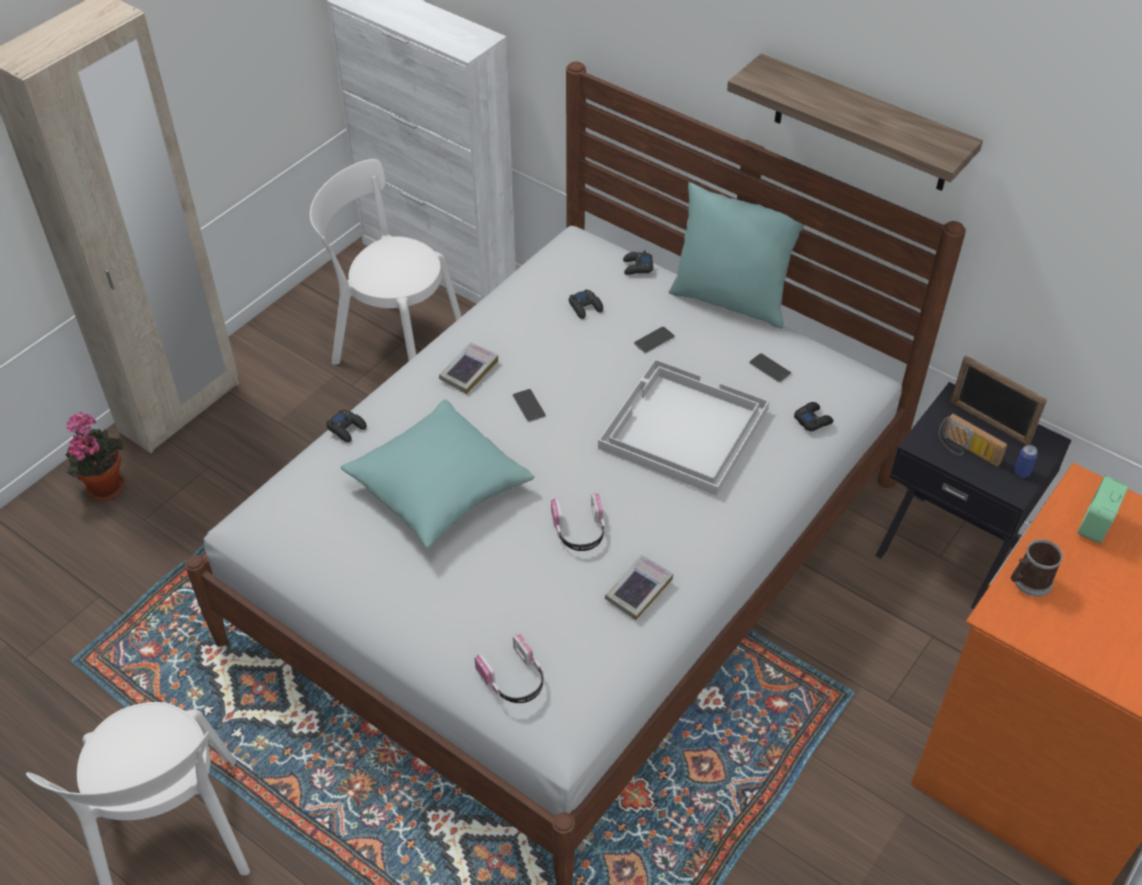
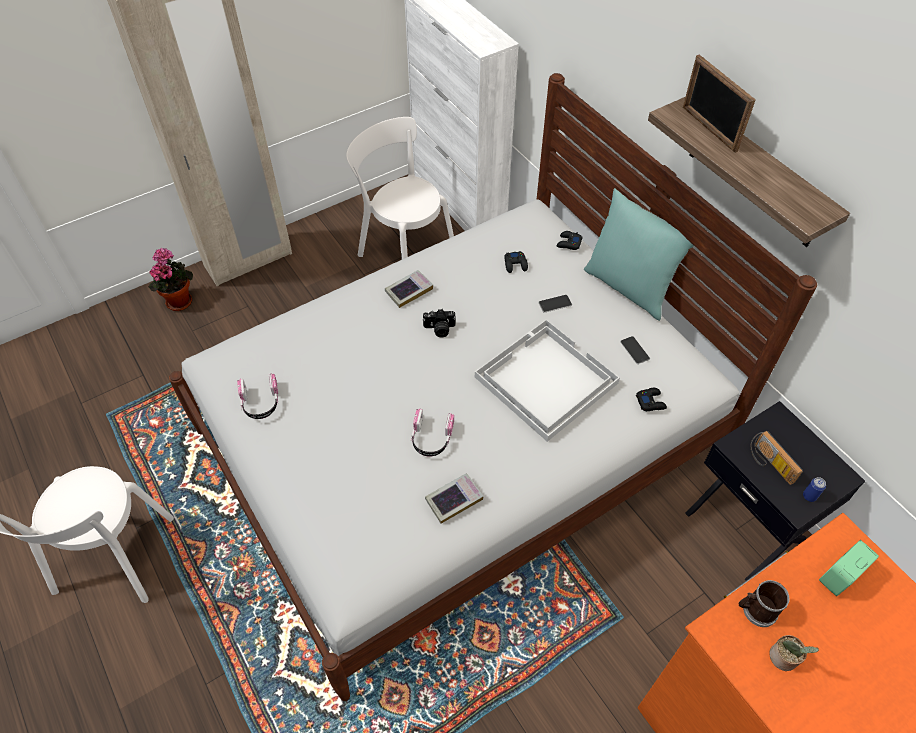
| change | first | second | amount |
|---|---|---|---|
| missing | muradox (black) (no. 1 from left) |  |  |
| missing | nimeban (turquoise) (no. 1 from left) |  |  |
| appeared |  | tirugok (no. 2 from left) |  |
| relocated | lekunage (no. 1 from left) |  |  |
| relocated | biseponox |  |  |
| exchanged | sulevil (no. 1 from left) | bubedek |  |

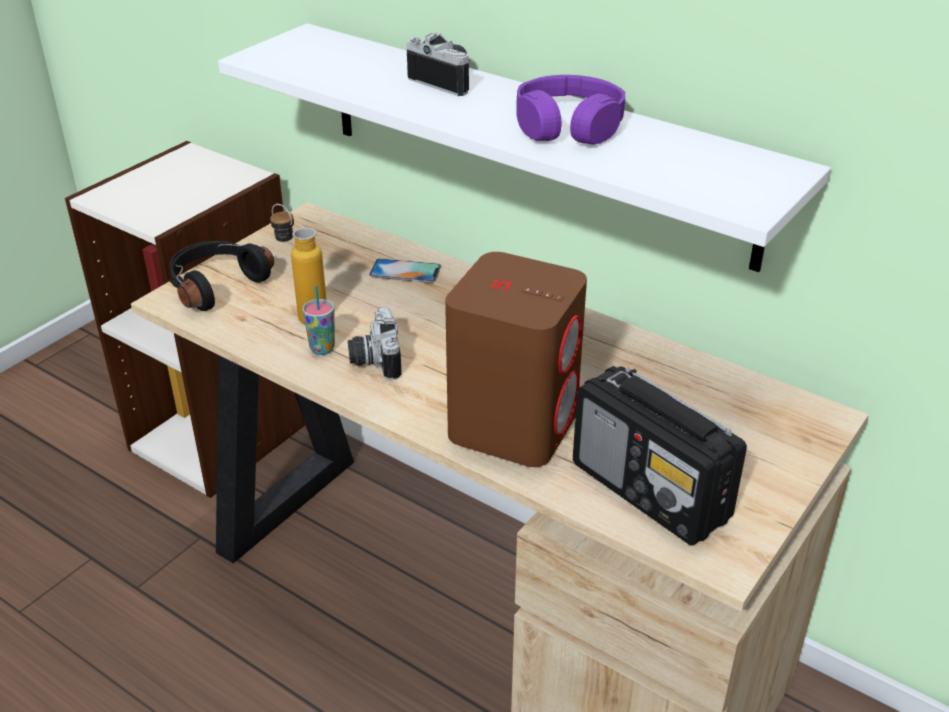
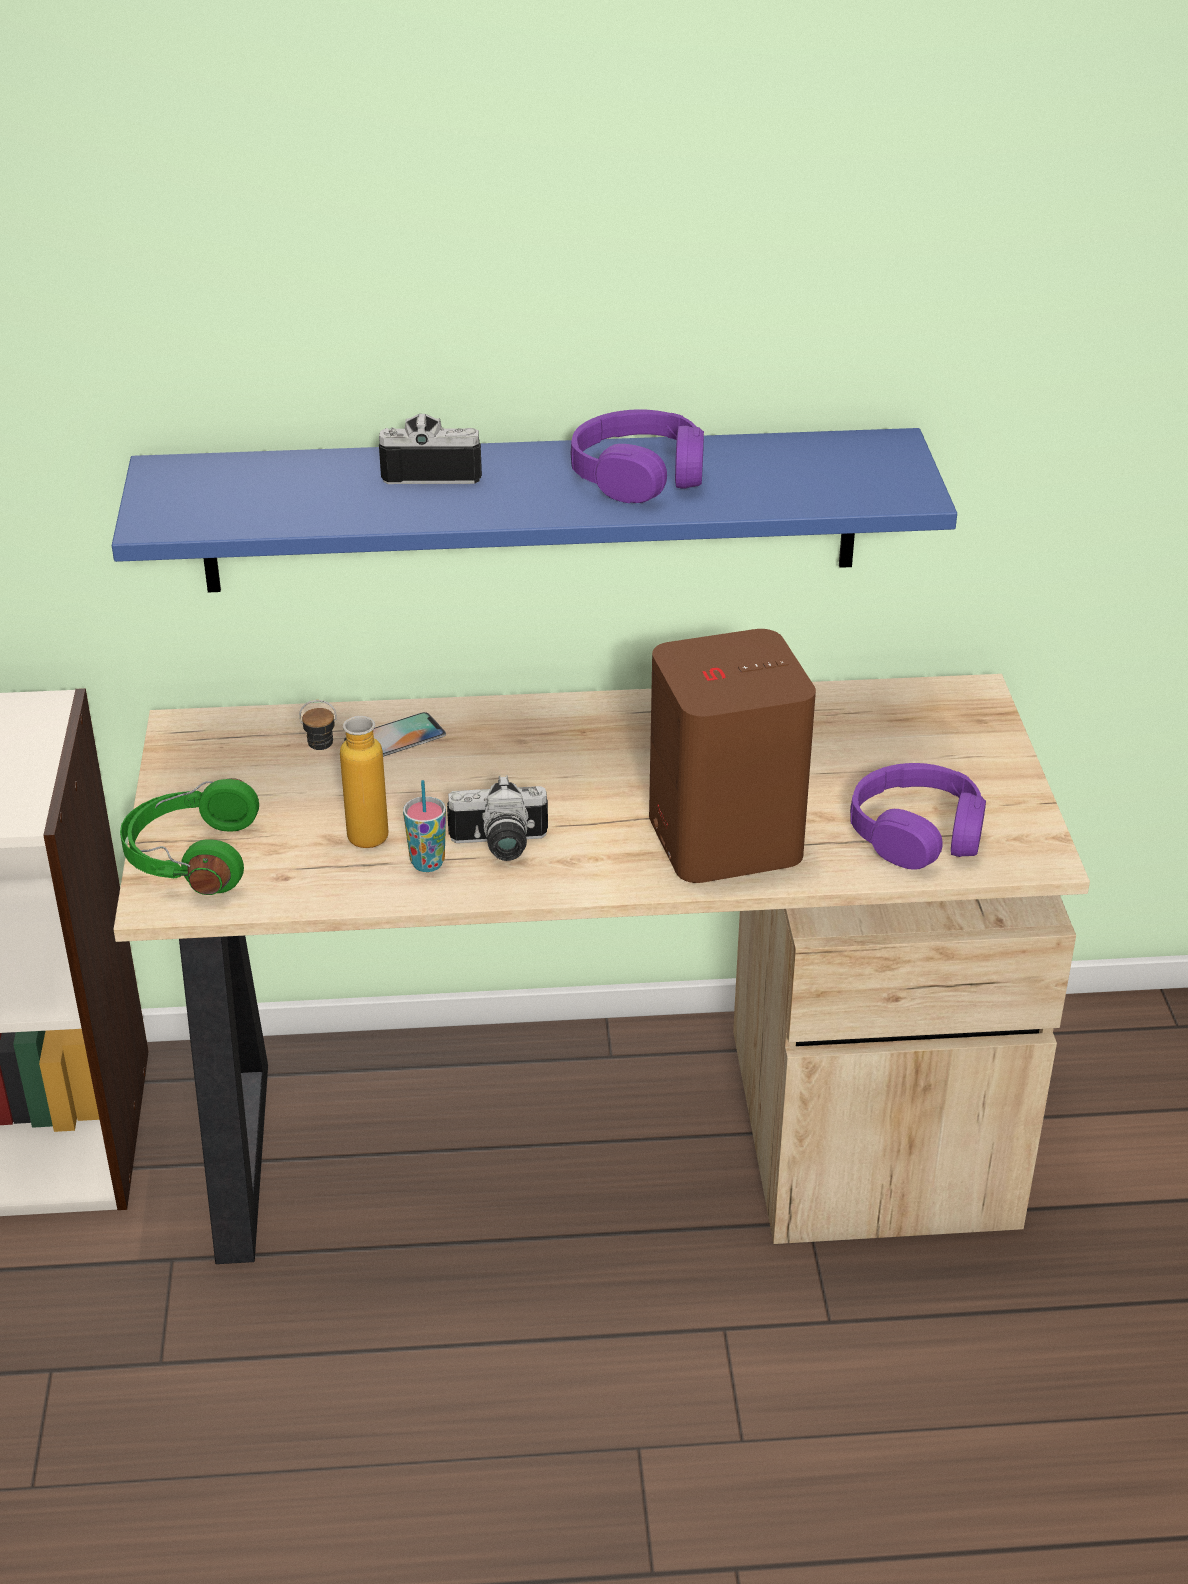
| change | first | second | amount |
|---|---|---|---|
| exchanged | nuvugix | lekunage (purple) (no. 2 from left) |  |
| colour | lekunage (black) | lekunage (green) |  |
| colour | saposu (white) | saposu (blue) |  |
| spun | bubedek (no. 1 from left in the first image) | bubedek (no. 2 from left) | 45 degrees counterclockwise |

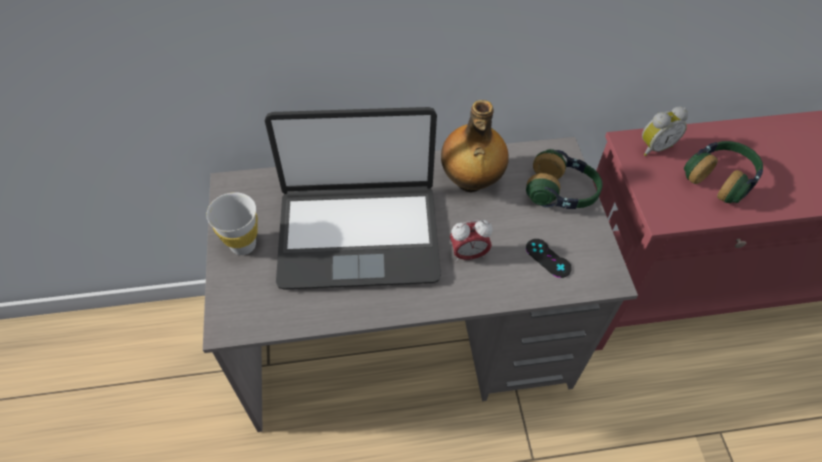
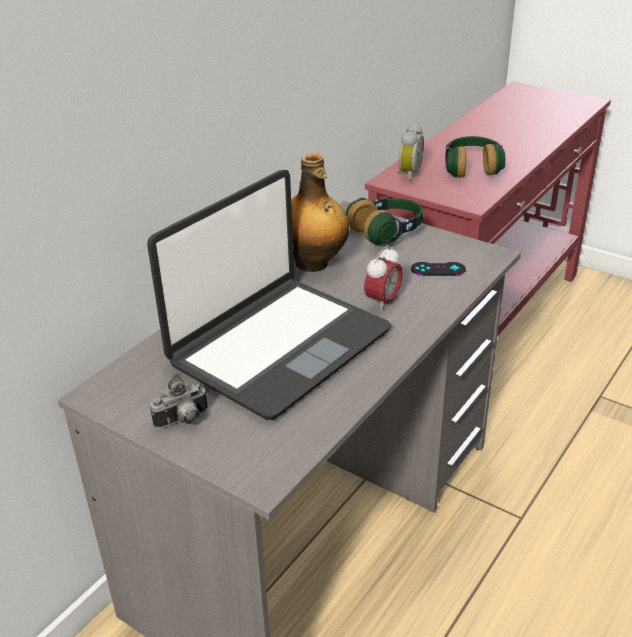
| change | first | second | amount |
|---|---|---|---|
| exchanged | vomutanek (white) | bubedek |  |

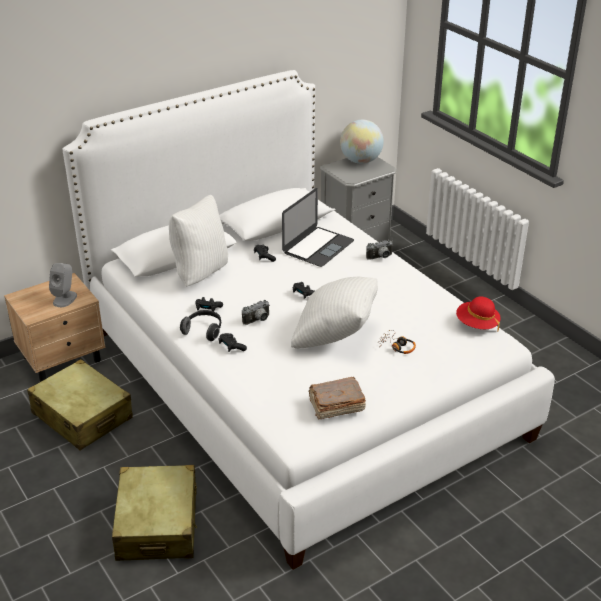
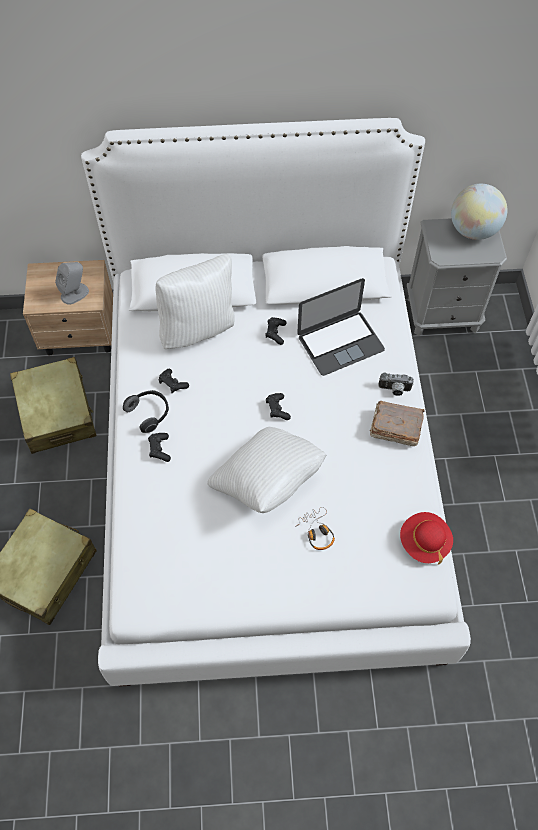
| change | first | second | amount |
|---|---|---|---|
| missing | bubedek (no. 1 from left) |  |  |
| relocated | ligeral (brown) |  |  |

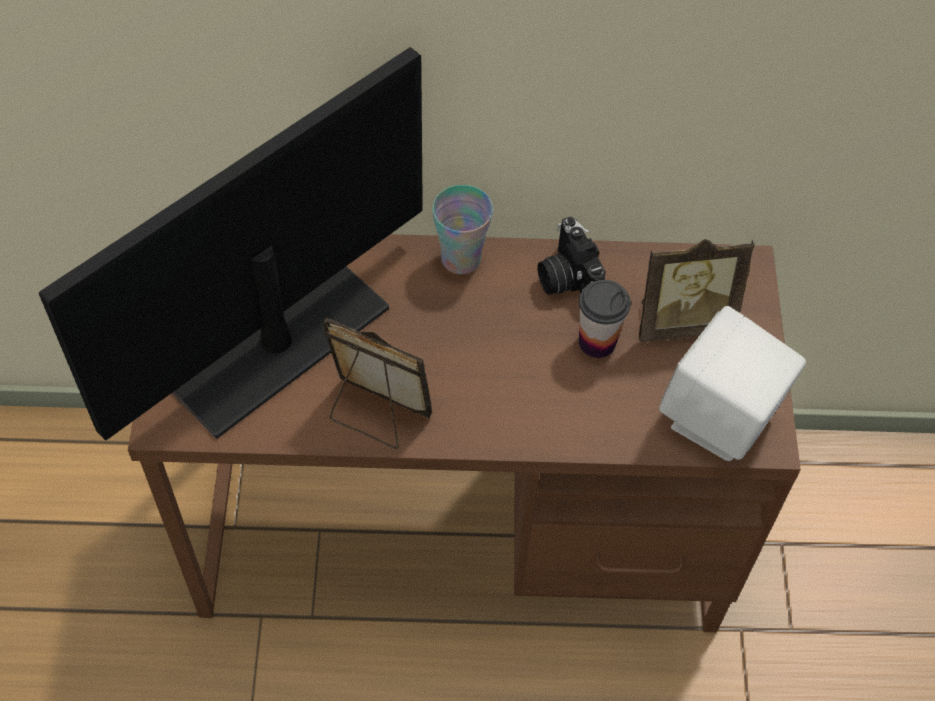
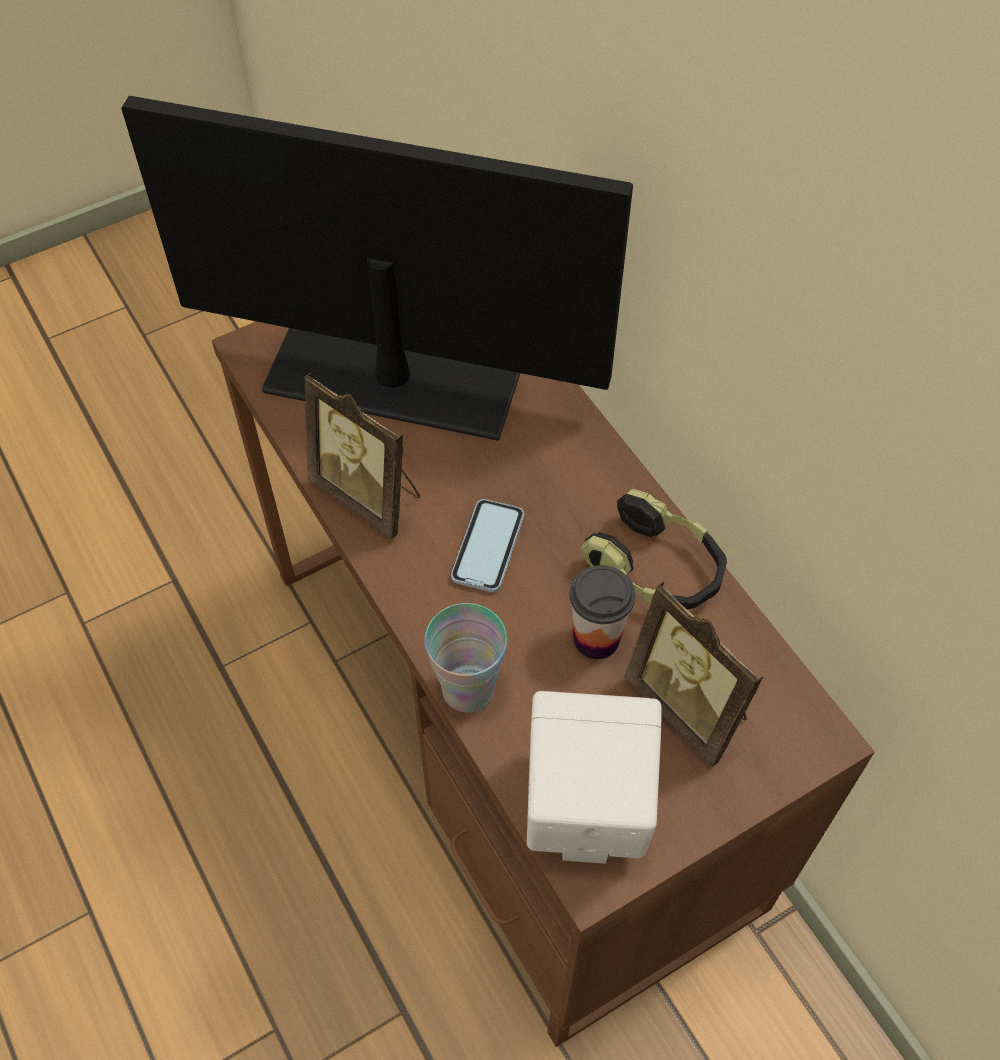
| change | first | second | amount |
|---|---|---|---|
| appeared |  | sulevil |  |
| relocated | vomutanek (no. 1 from left) |  |  |
| exchanged | bubedek | lekunage |  |
| spun | biseponox (no. 1 from left) |  | 135 degrees clockwise |

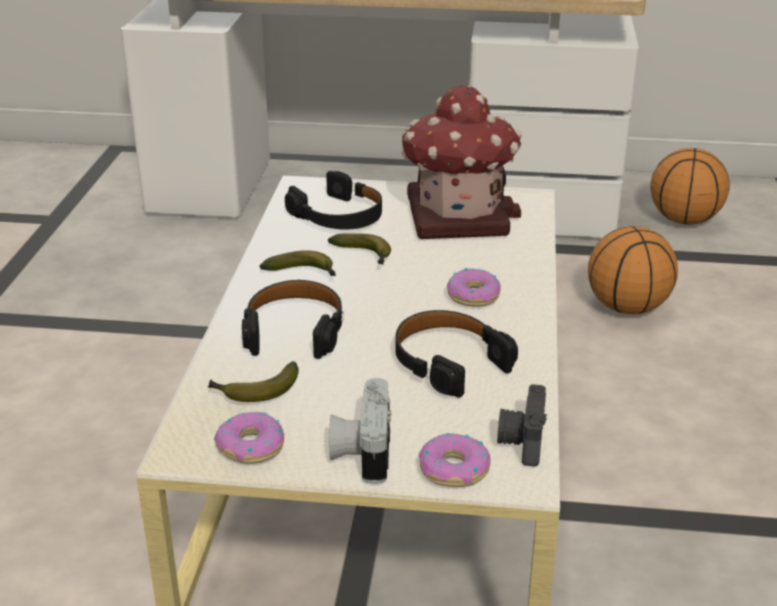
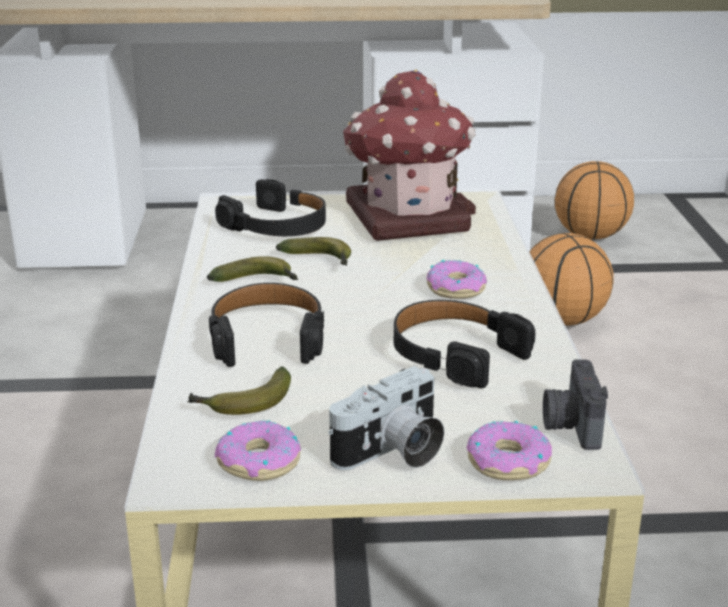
| change | first | second | amount |
|---|---|---|---|
| spun | bubedek (no. 1 from left) |  | 120 degrees counterclockwise |

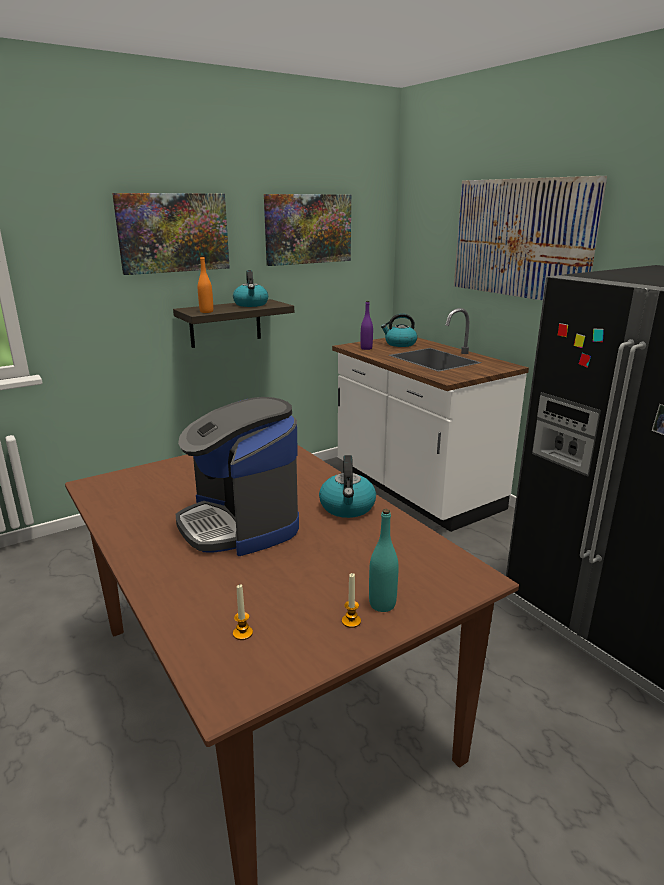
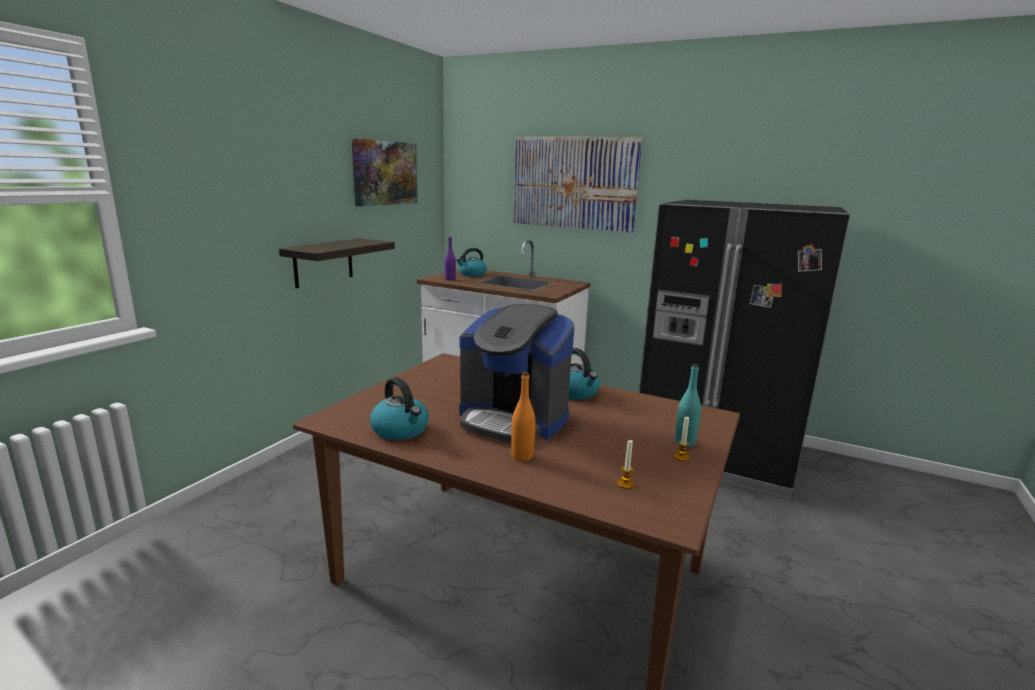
| change | first | second | amount |
|---|---|---|---|
| missing | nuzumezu (no. 1 from left) |  |  |
| relocated | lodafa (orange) |  |  |
| relocated | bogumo (no. 1 from left) |  |  |

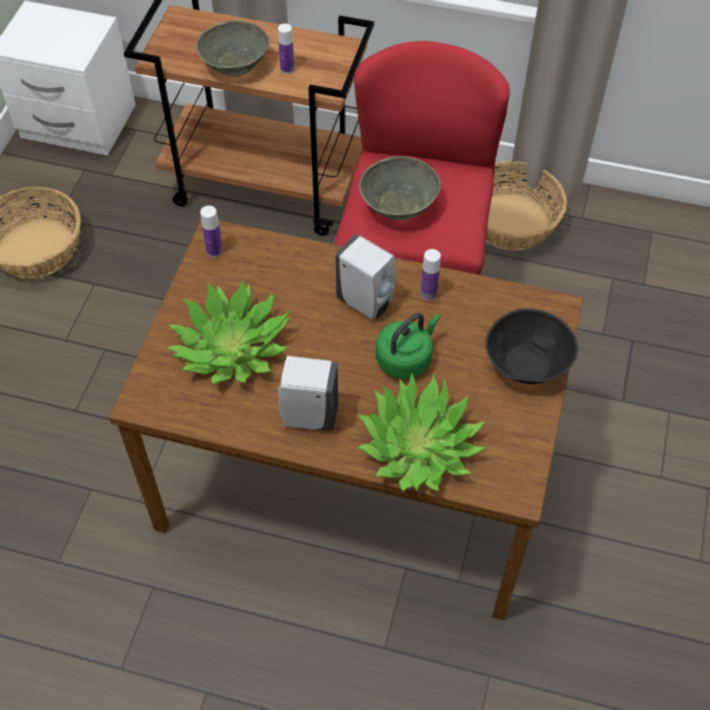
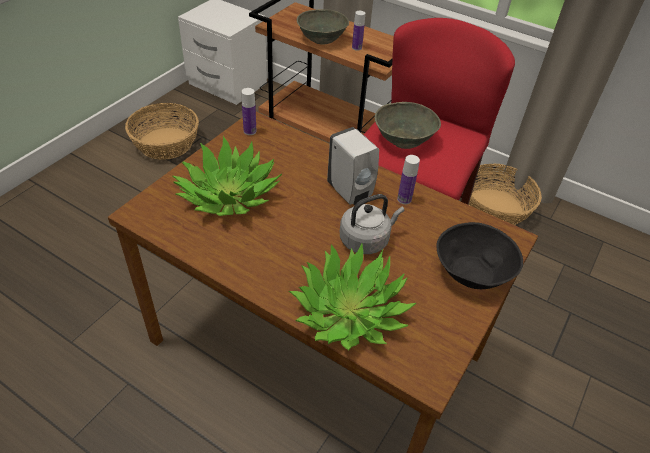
| change | first | second | amount |
|---|---|---|---|
| missing | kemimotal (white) (no. 1 from left) |  |  |
| colour | bogumo (green) | bogumo (grey) |  |

